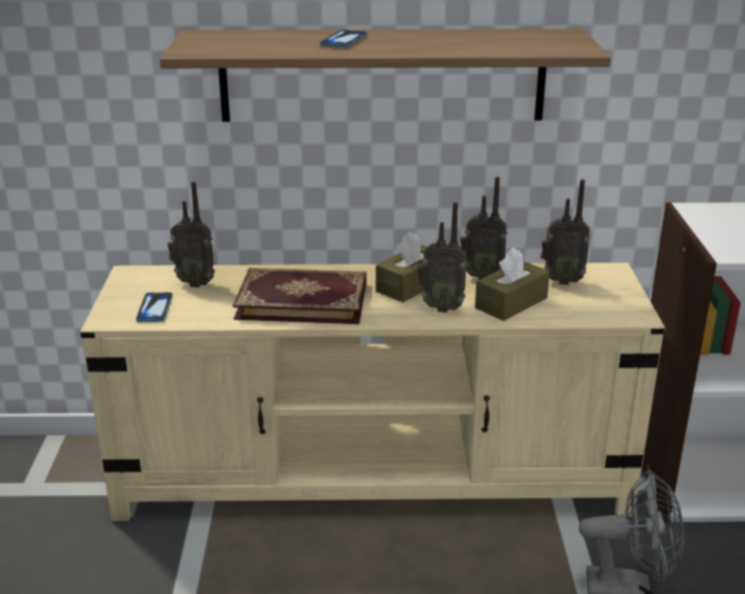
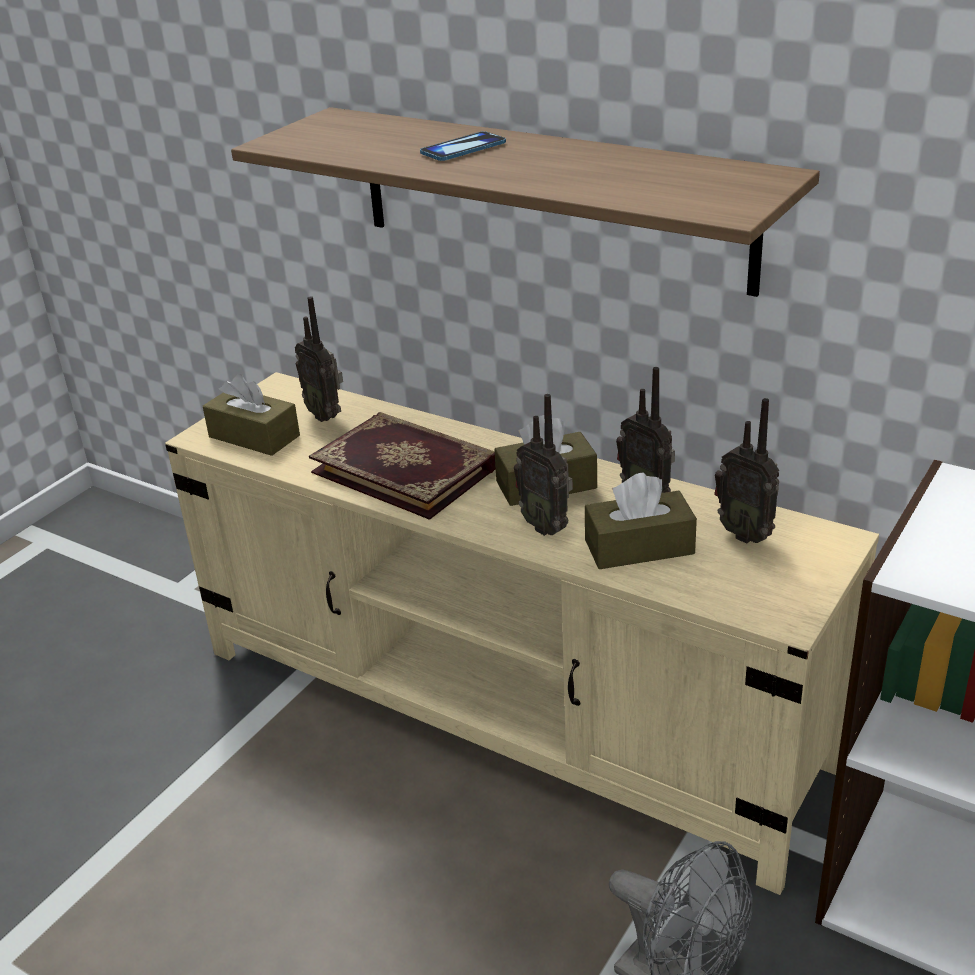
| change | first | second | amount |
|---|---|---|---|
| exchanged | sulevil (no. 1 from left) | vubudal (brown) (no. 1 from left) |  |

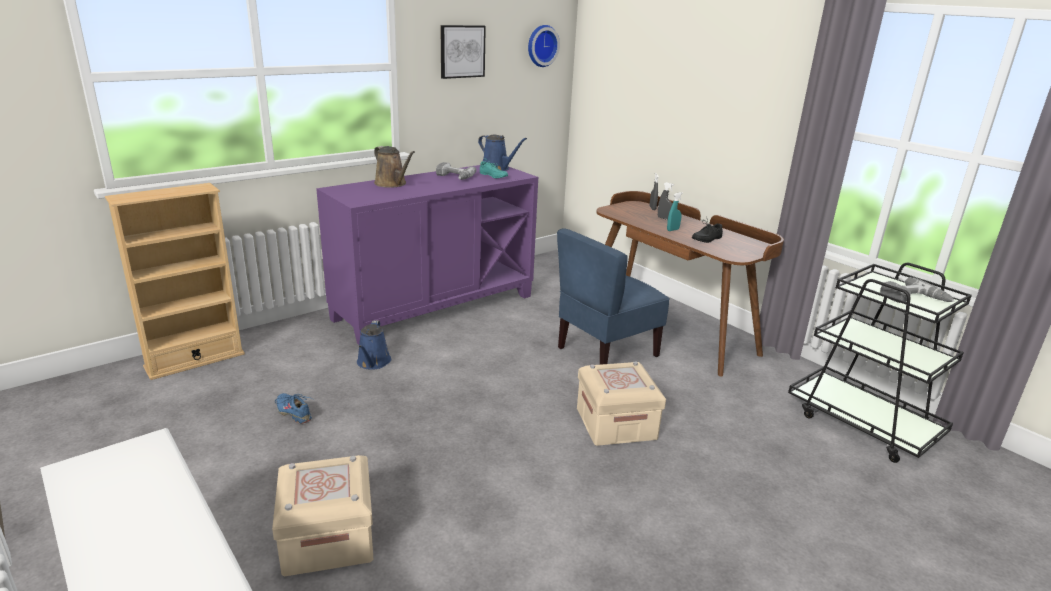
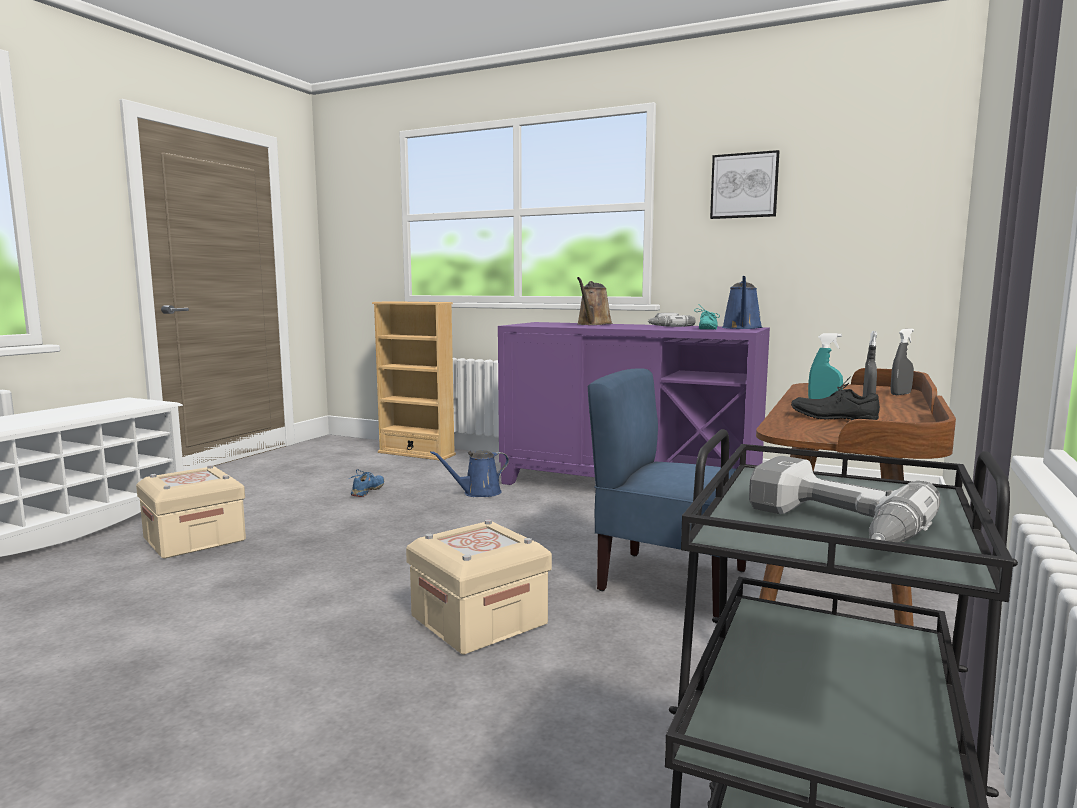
| change | first | second | amount |
|---|---|---|---|
| missing | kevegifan |  |  |

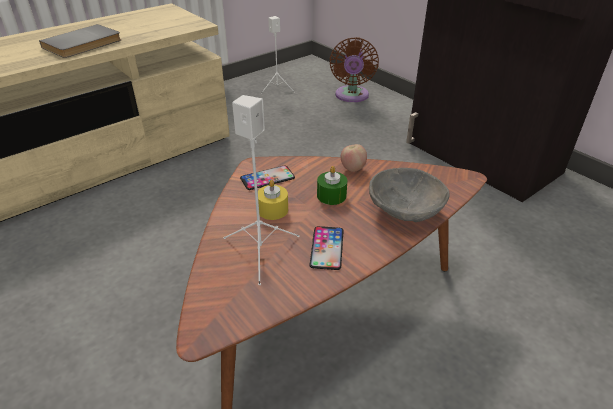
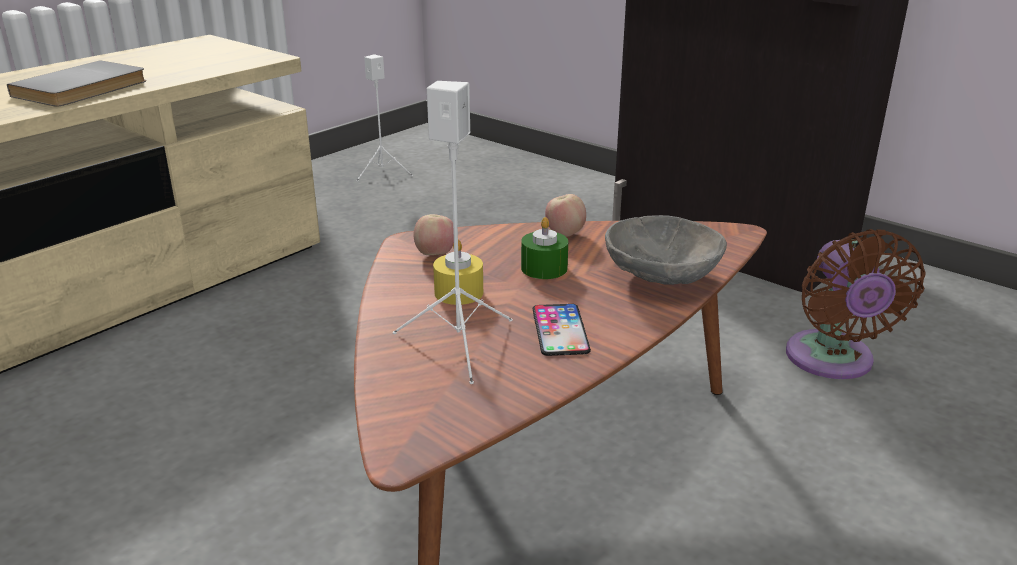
| change | first | second | amount |
|---|---|---|---|
| relocated | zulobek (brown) |  |  |
| exchanged | sulevil (no. 1 from left) | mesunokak (no. 1 from left) |  |

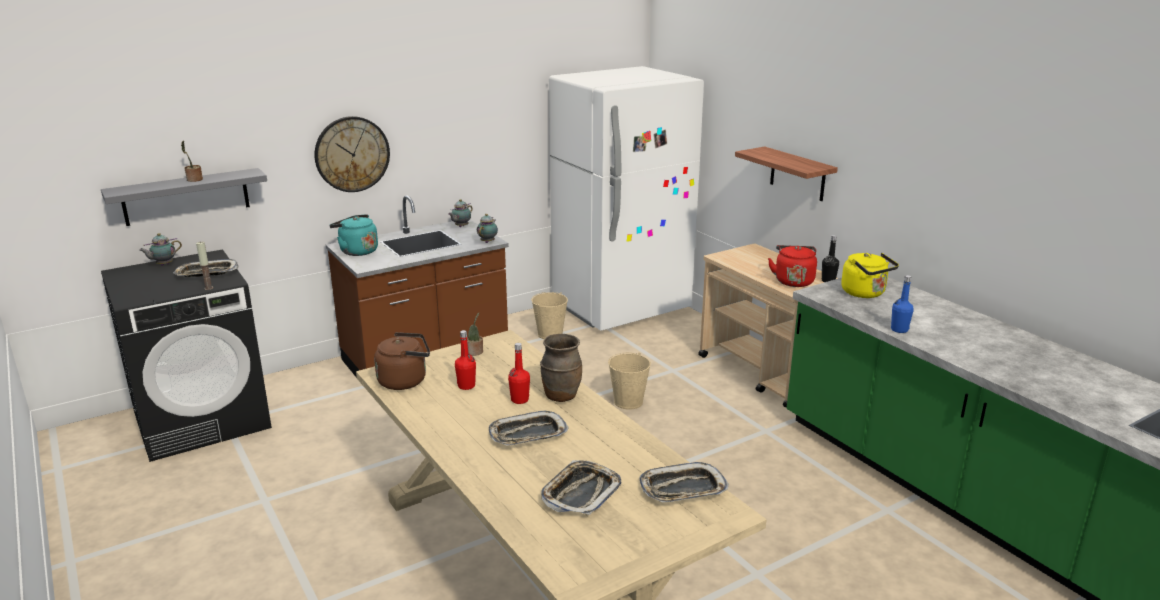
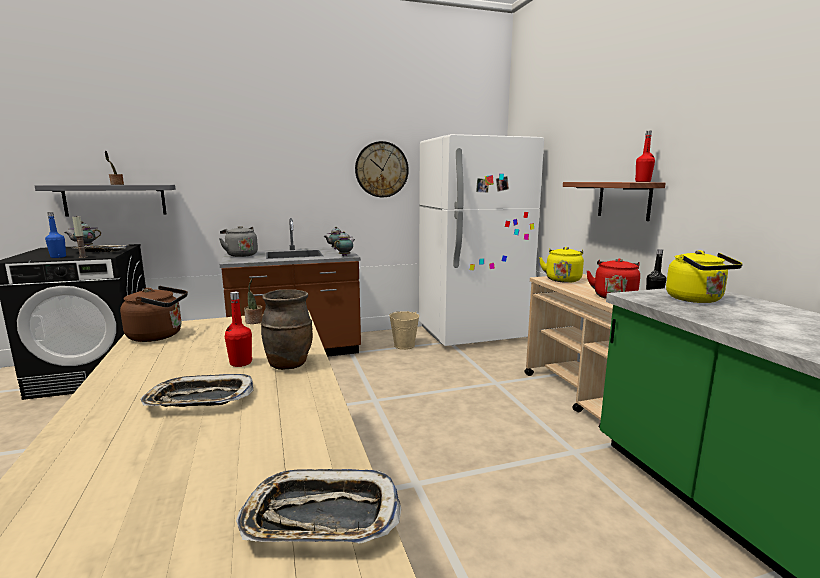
| change | first | second | amount |
|---|---|---|---|
| missing | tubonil (no. 3 from left) |  |  |
| missing | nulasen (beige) (no. 2 from left) |  |  |
| appeared |  | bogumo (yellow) (no. 1 from left) |  |
| relocated | kevegifan |  |  |
| relocated | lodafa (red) (no. 1 from left in the first image) | lodafa (red) (no. 2 from left) |  |
| relocated | lodafa (blue) |  |  |
| colour | bogumo (turquoise) | bogumo (grey) |  |

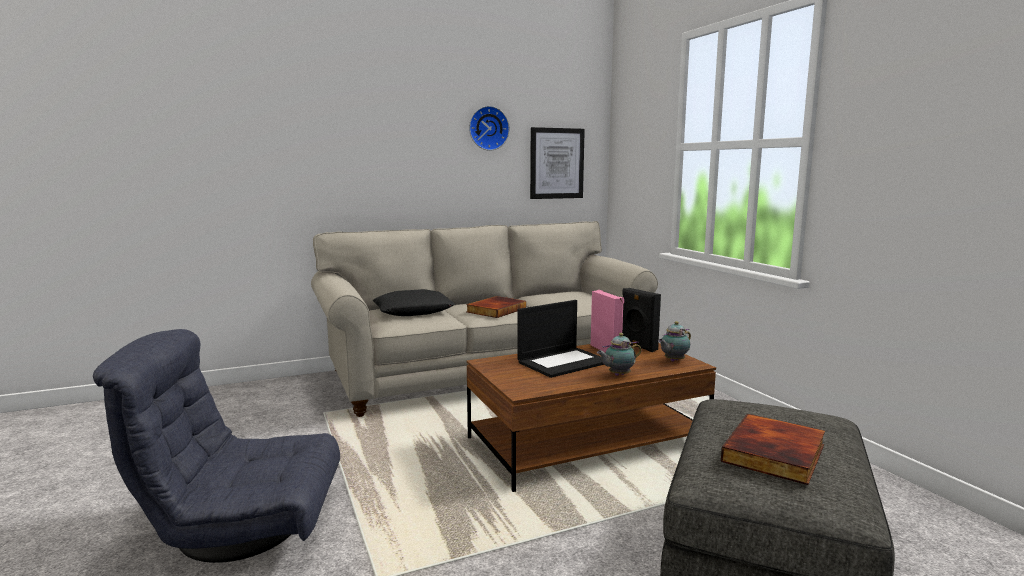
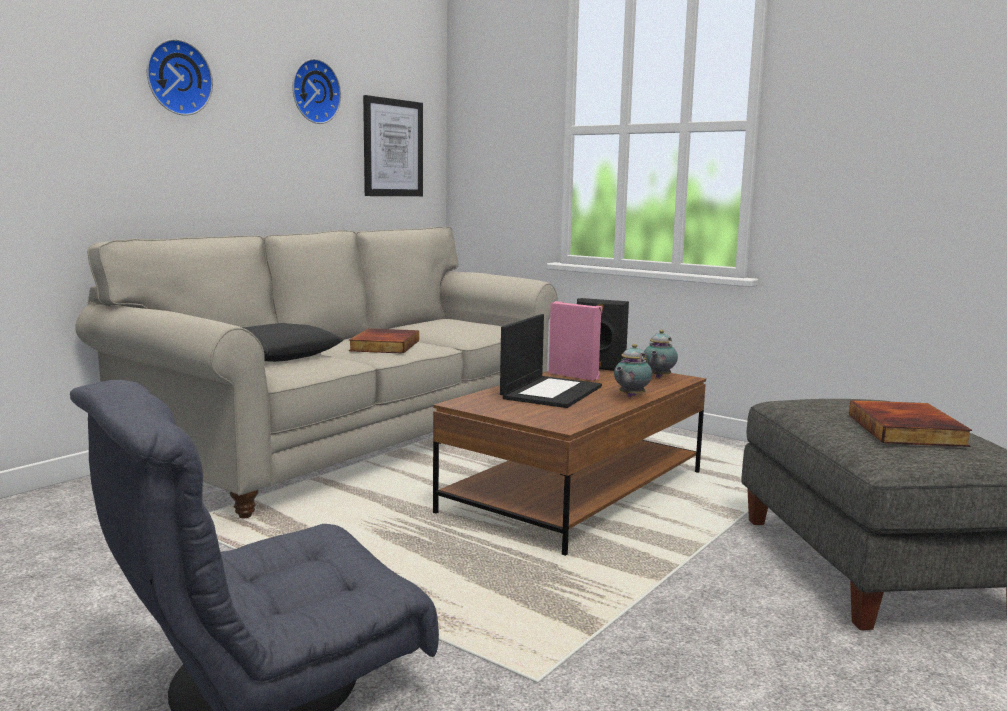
| change | first | second | amount |
|---|---|---|---|
| appeared |  | kevegifan (no. 1 from left) |  |

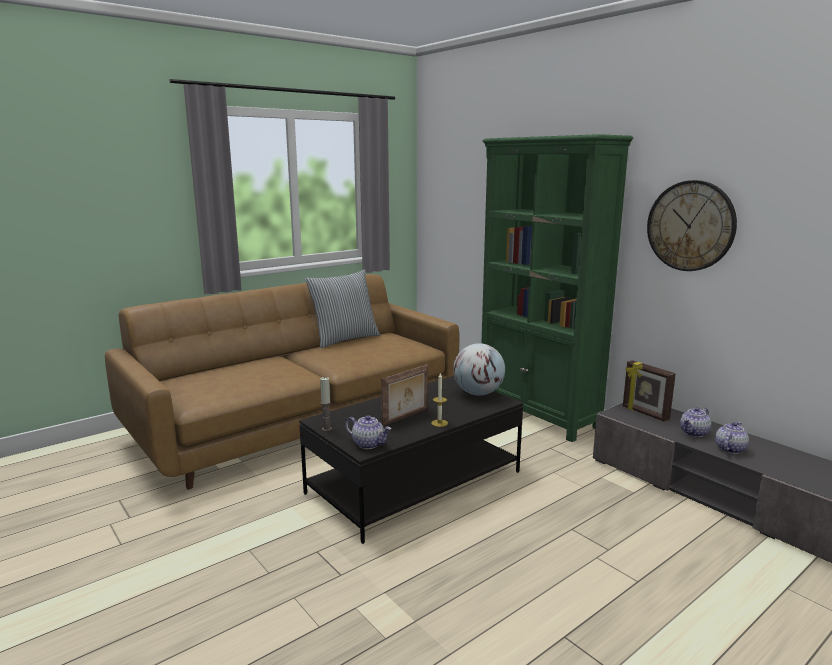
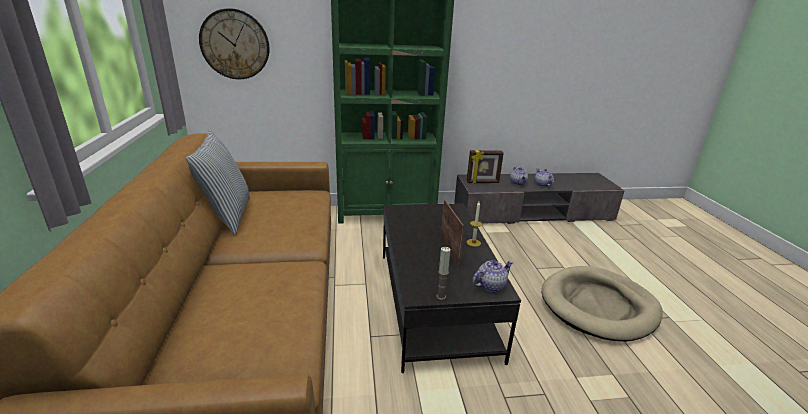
| change | first | second | amount |
|---|---|---|---|
| missing | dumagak |  |  |
| appeared |  | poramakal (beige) |  |
| relocated | kevegifan |  |  |

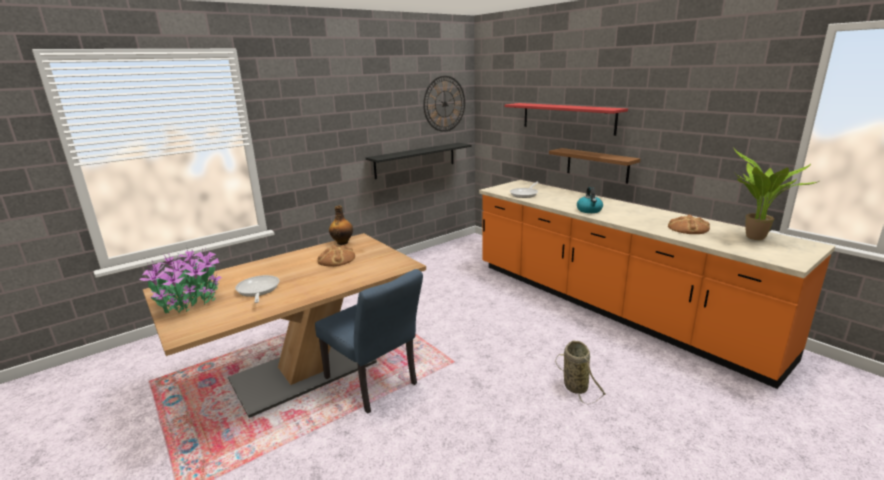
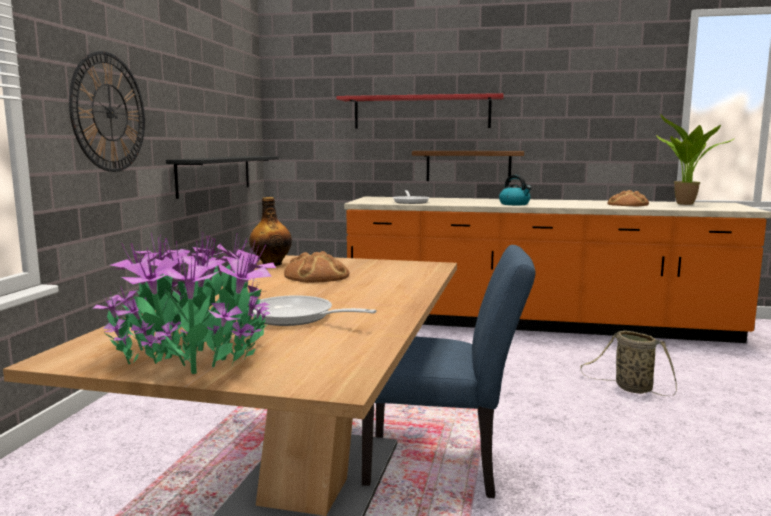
| change | first | second | amount |
|---|---|---|---|
| relocated | kevegifan |  |  |

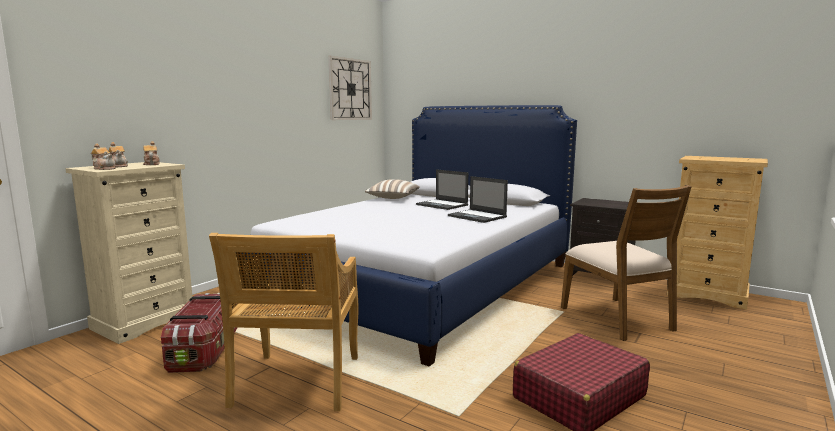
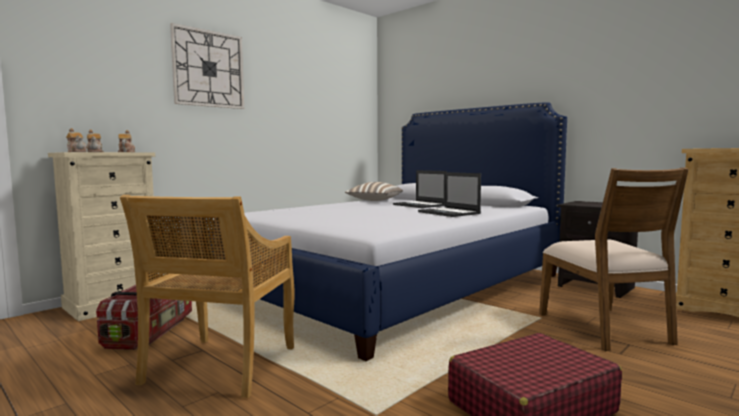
| change | first | second | amount |
|---|---|---|---|
| relocated | kevegifan |  |  |

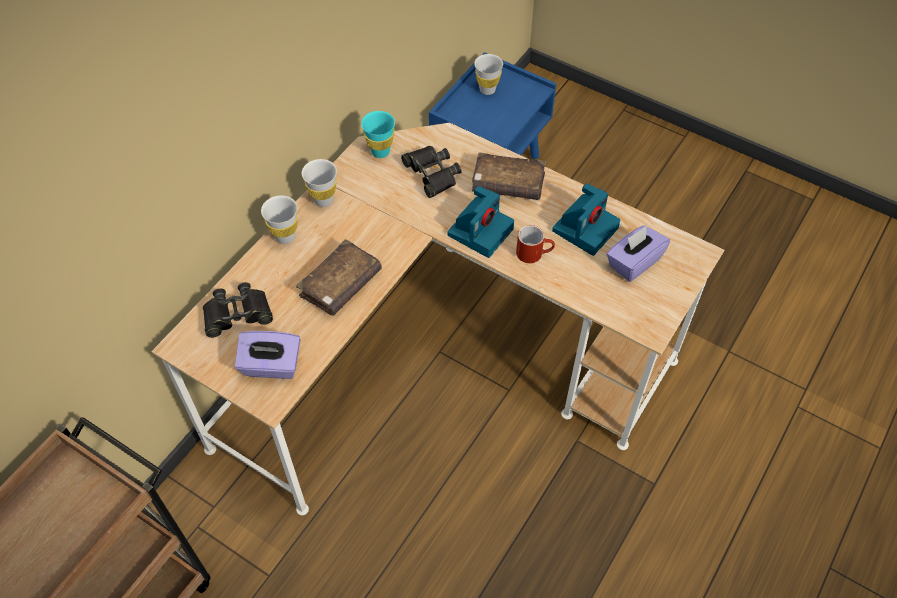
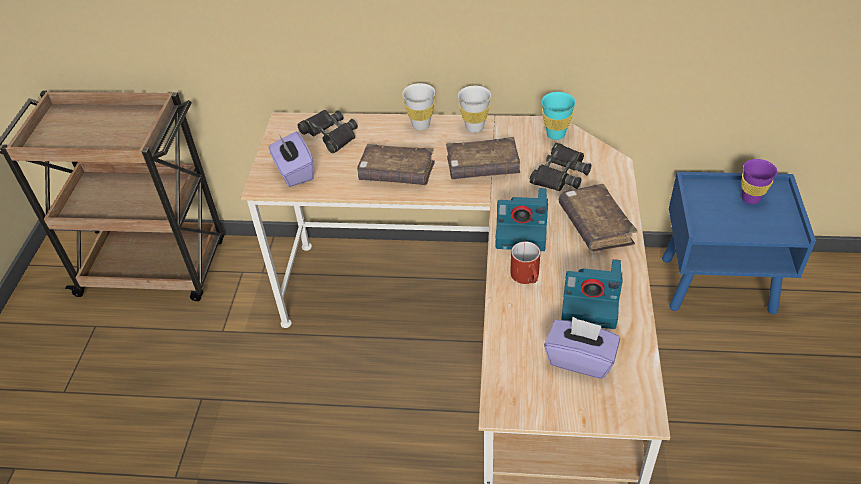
| change | first | second | amount |
|---|---|---|---|
| appeared |  | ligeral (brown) (no. 2 from left) |  |
| colour | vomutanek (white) (no. 3 from left) | vomutanek (purple) |  |

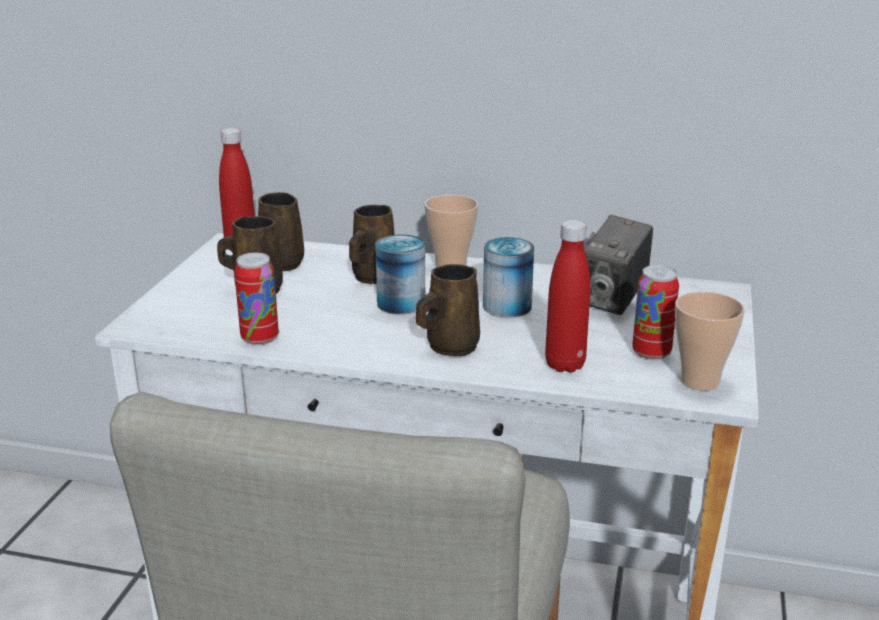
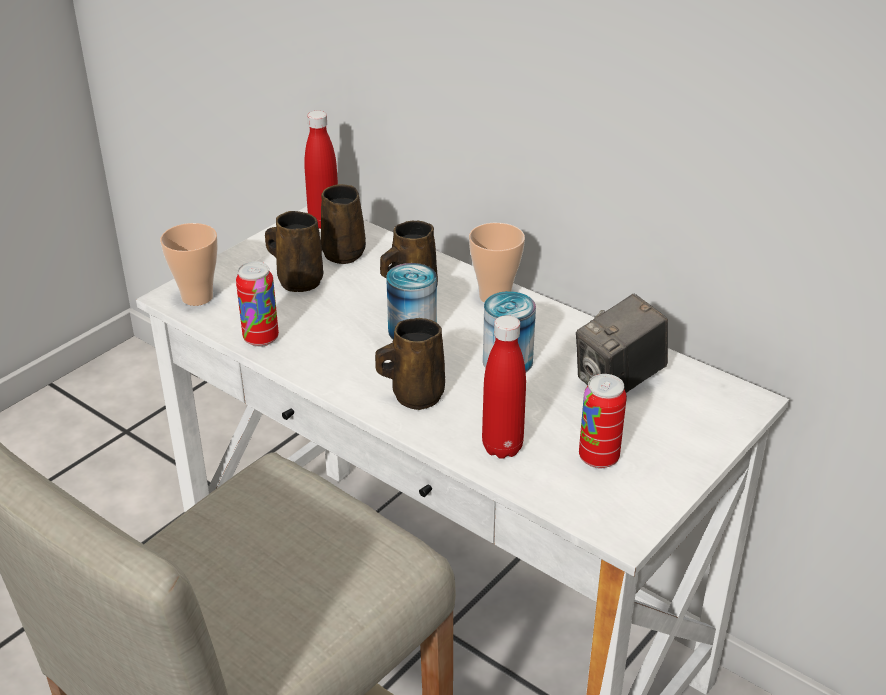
| change | first | second | amount |
|---|---|---|---|
| relocated | vomutanek (no. 2 from left in the first image) | vomutanek (no. 1 from left) |  |

